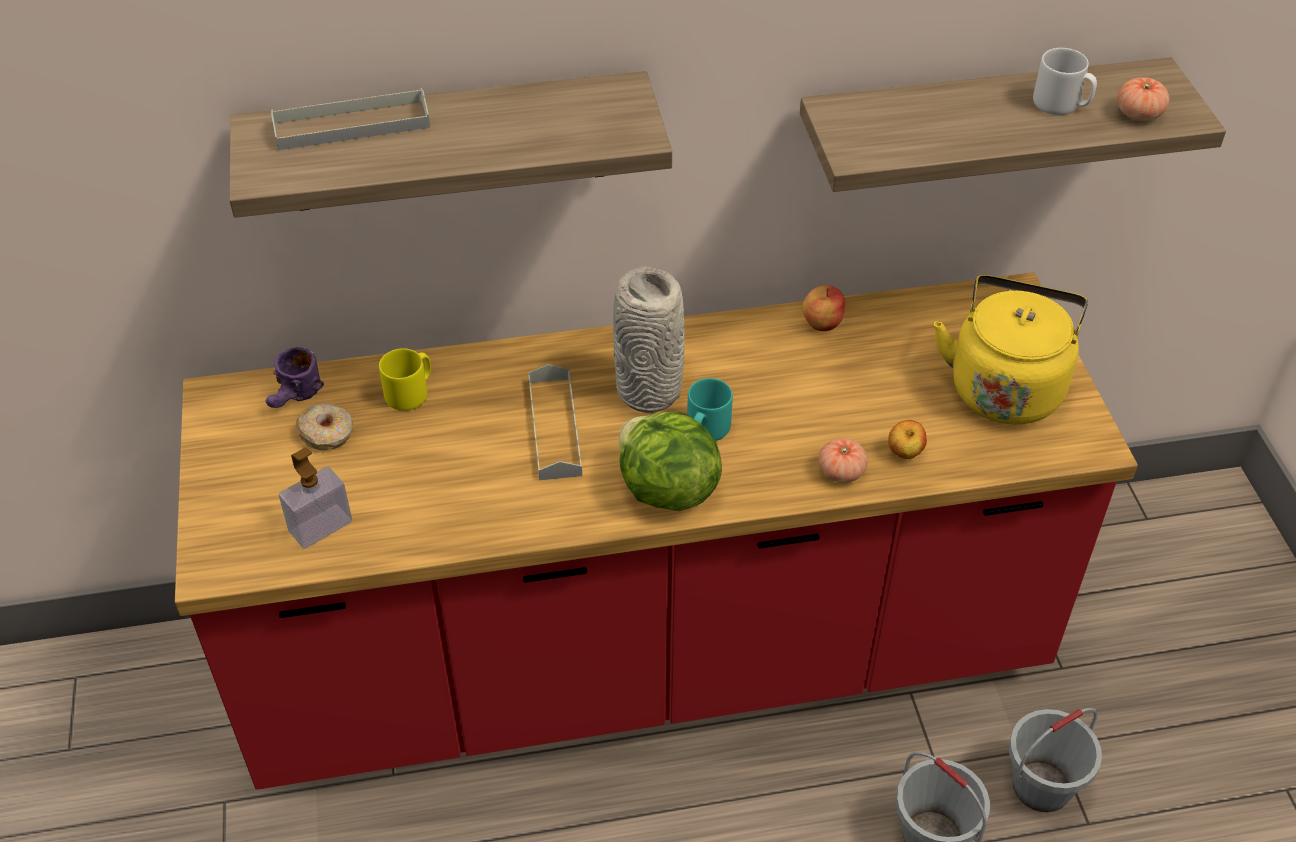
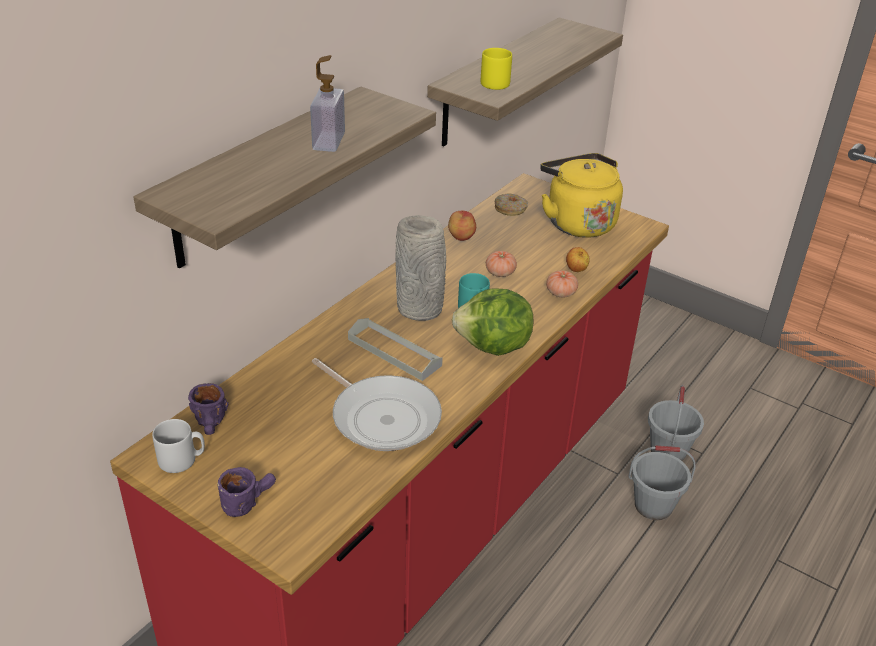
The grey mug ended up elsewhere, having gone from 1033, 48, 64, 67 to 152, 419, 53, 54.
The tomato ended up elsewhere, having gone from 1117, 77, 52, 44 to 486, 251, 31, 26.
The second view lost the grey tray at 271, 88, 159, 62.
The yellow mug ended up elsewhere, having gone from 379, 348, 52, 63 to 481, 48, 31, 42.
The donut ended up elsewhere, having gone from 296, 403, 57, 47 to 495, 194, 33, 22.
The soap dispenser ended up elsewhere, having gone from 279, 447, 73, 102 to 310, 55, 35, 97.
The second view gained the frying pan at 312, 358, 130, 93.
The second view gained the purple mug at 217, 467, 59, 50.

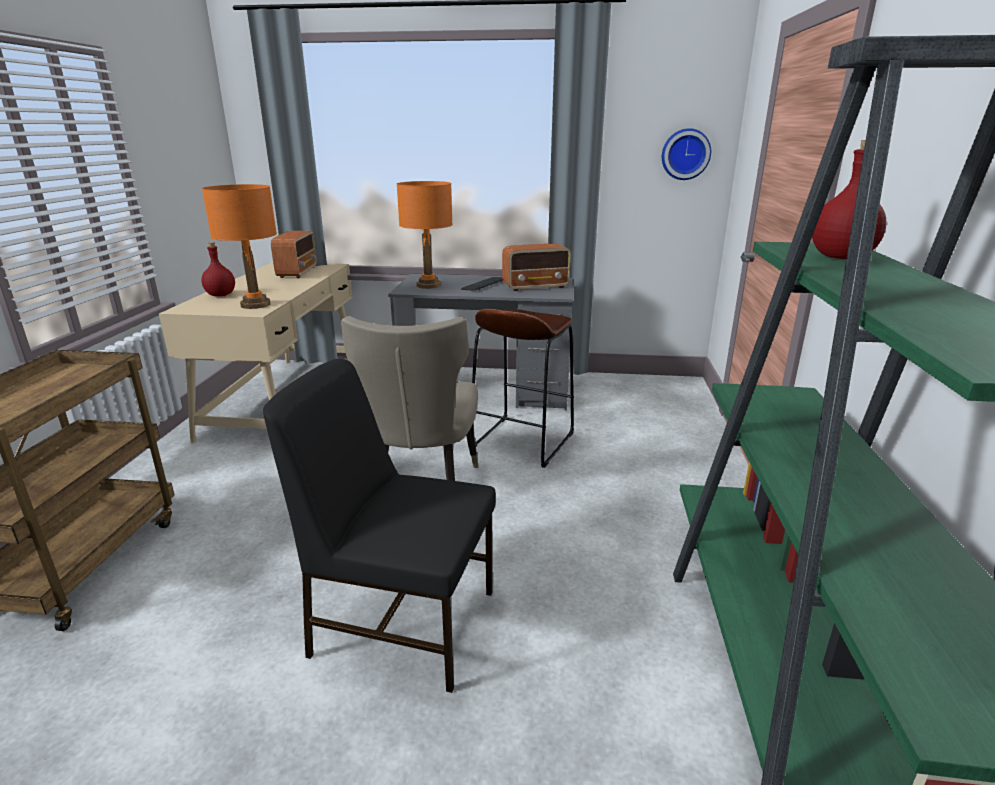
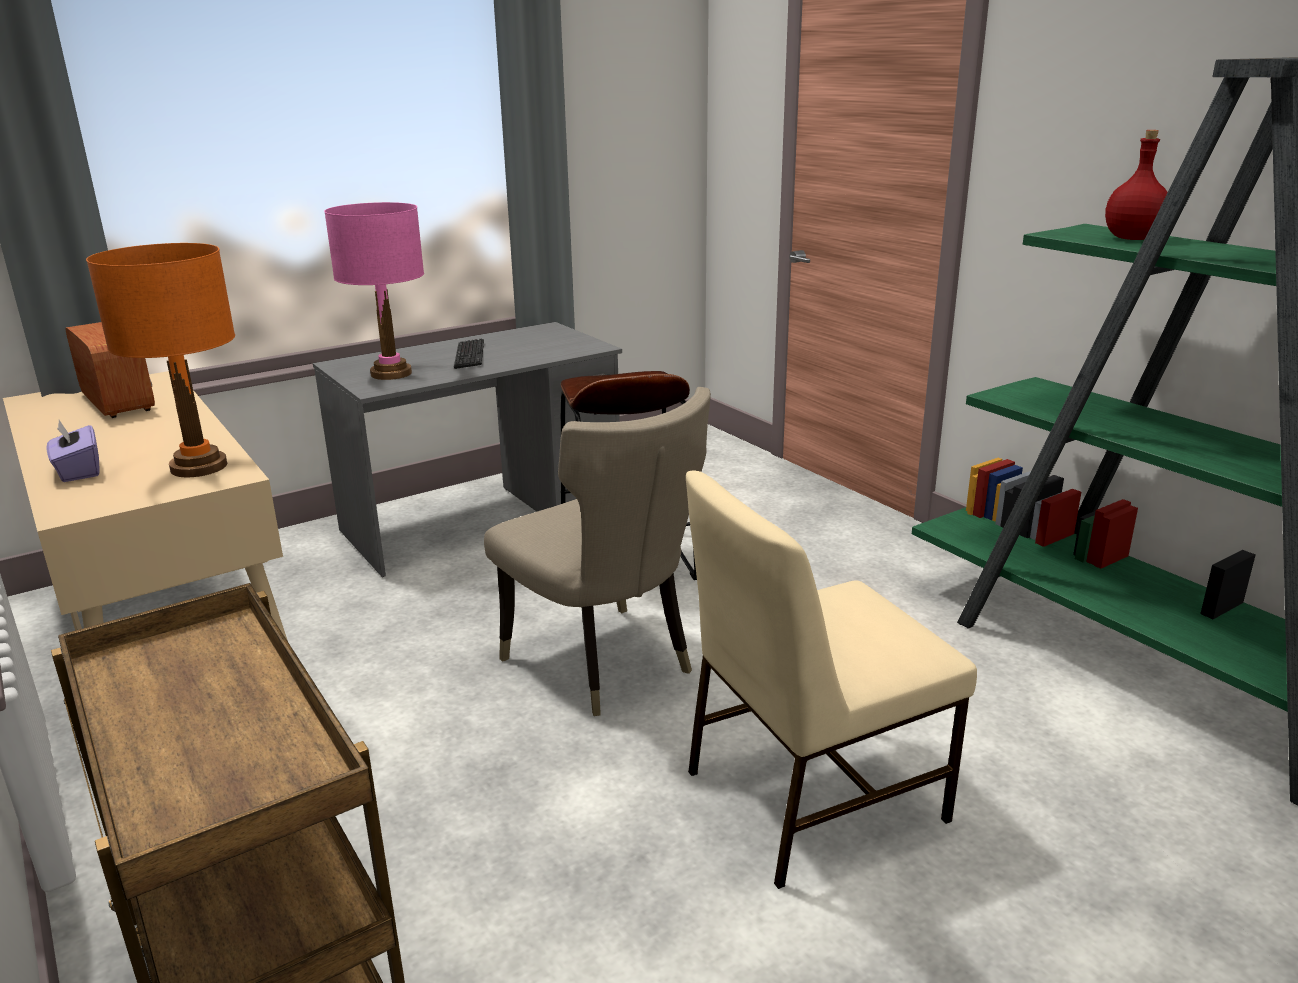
The second view lost the wall clock at 662, 128, 49, 52.
What was the orange table lamp at 397, 181, 56, 108 turned into the pink table lamp at 324, 202, 100, 178.
Where the red bottle stood at 201, 242, 34, 55, the purple tissue box came to stand at 47, 420, 53, 62.
The second view lost the radio at 502, 244, 69, 47.
What was the black chair at 263, 359, 233, 334 turned into the beige chair at 686, 470, 291, 419.

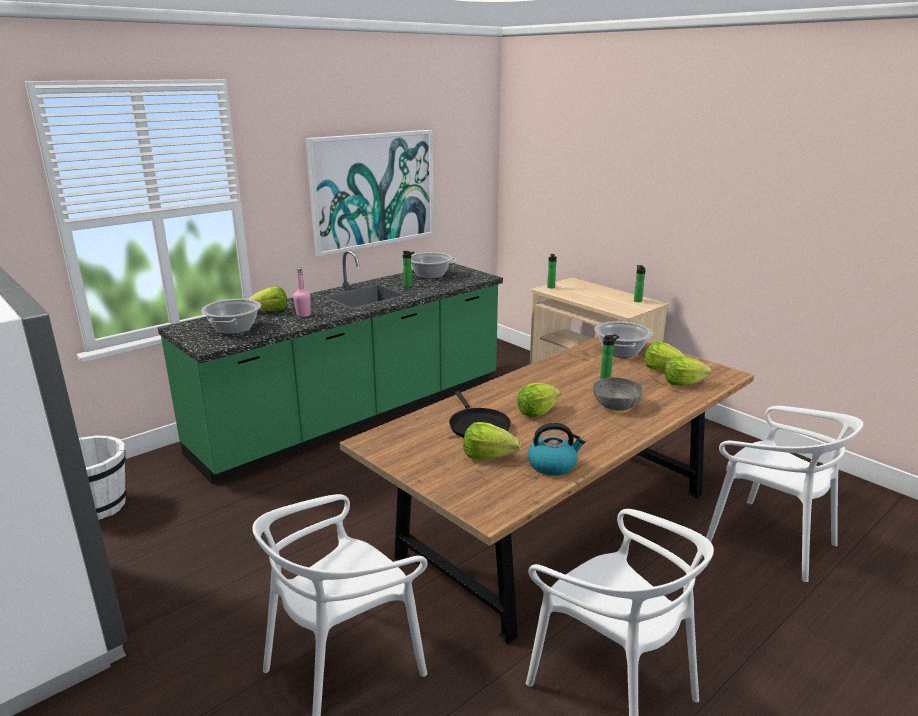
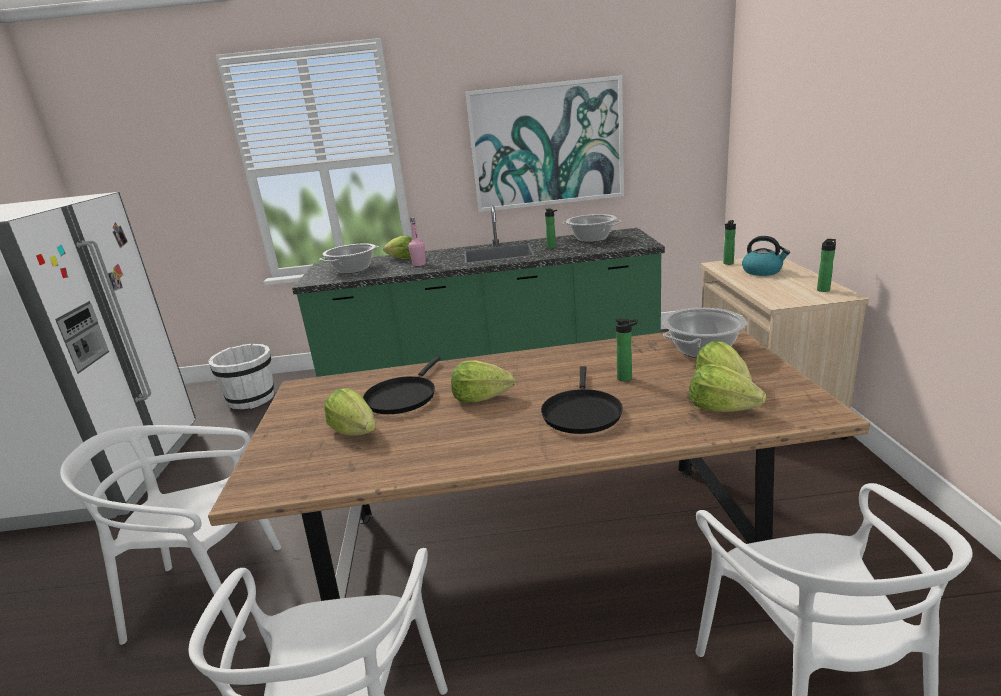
Where the grey bowl stood at 593, 377, 50, 34, the black frying pan came to stand at 541, 366, 82, 68.
The kettle ended up elsewhere, having gone from 528, 423, 58, 53 to 742, 236, 48, 40.

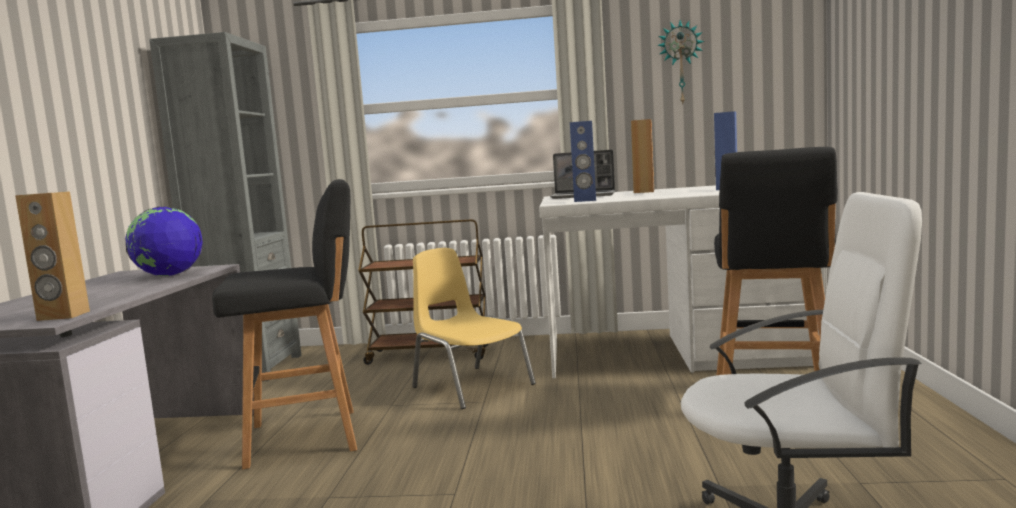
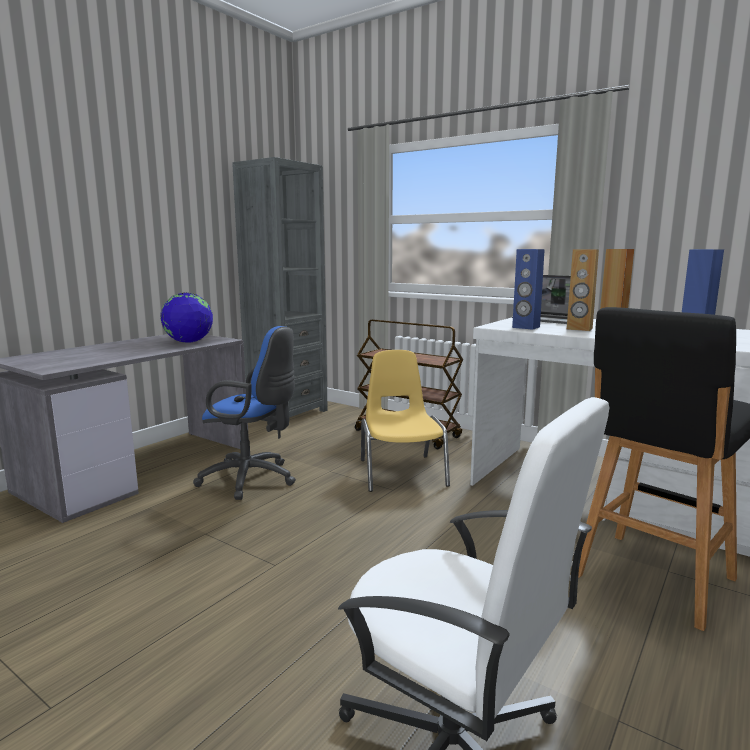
The second view lost the wall clock at 657, 20, 47, 84.
Where the black stool stood at 212, 179, 145, 290, the blue office chair came to stand at 193, 326, 103, 174.
The brown speaker ended up elsewhere, having gone from 15, 191, 75, 130 to 567, 249, 32, 82.

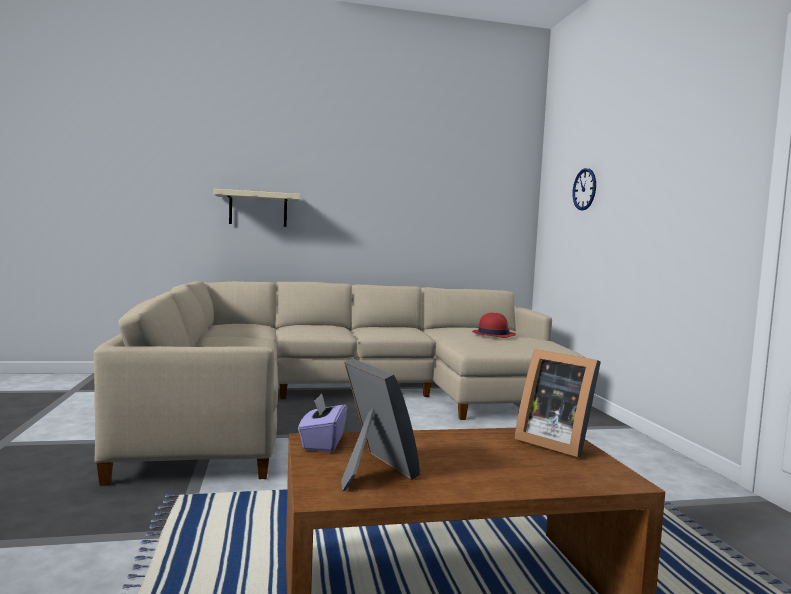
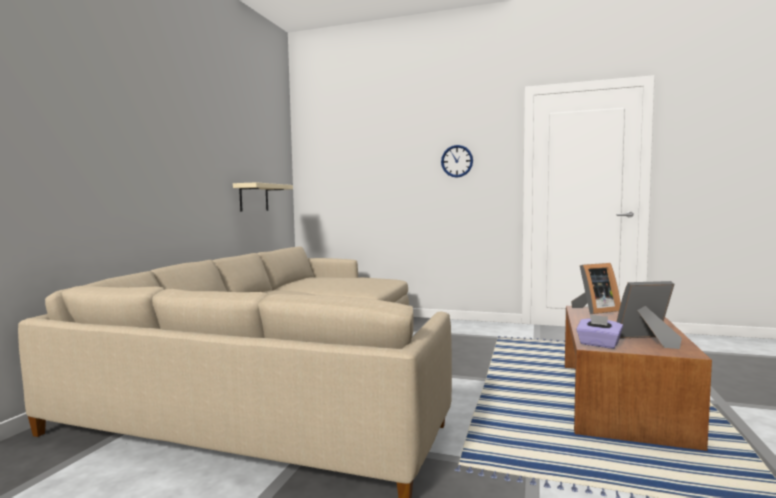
The wall clock ended up elsewhere, having gone from 573, 168, 23, 43 to 441, 145, 32, 32.
The beige shelf ended up elsewhere, having gone from 214, 189, 86, 38 to 233, 182, 60, 30.
The second view lost the red hat at 472, 312, 44, 26.

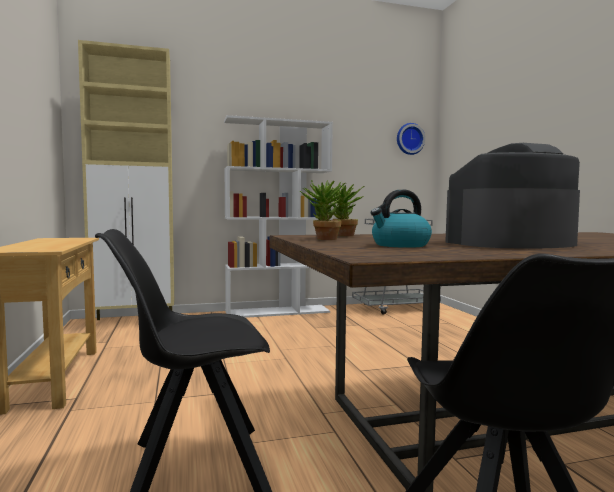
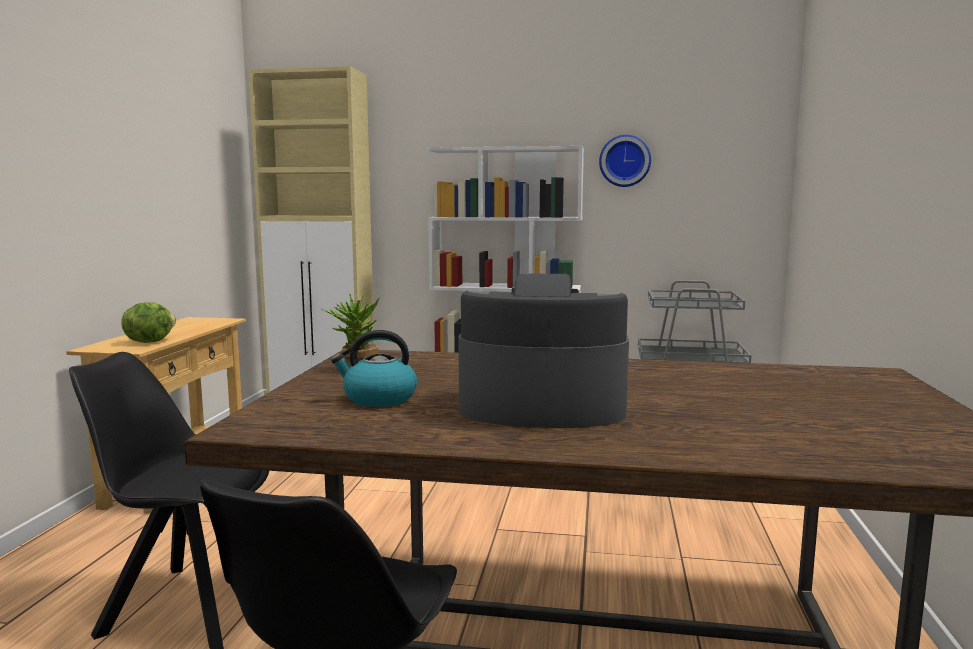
The wall clock ended up elsewhere, having gone from 397, 123, 28, 32 to 599, 135, 52, 52.
The second view lost the potted plant at 328, 183, 37, 53.
The second view gained the lettuce at 121, 302, 55, 41.

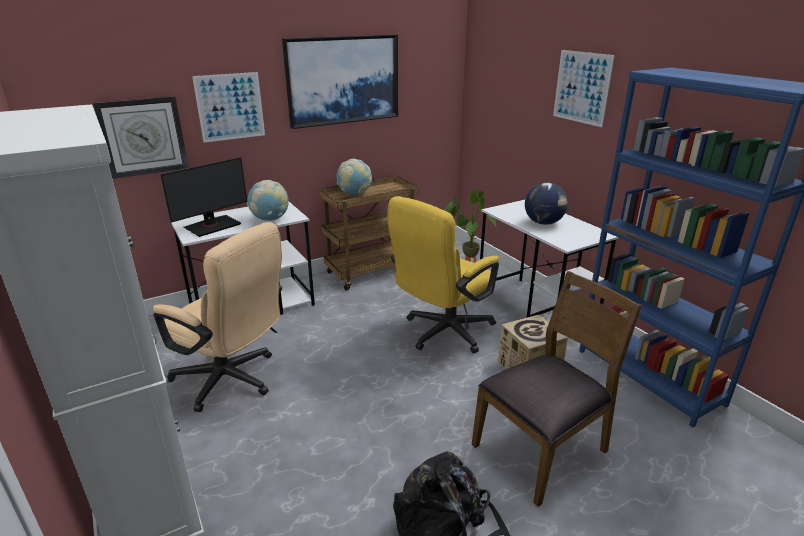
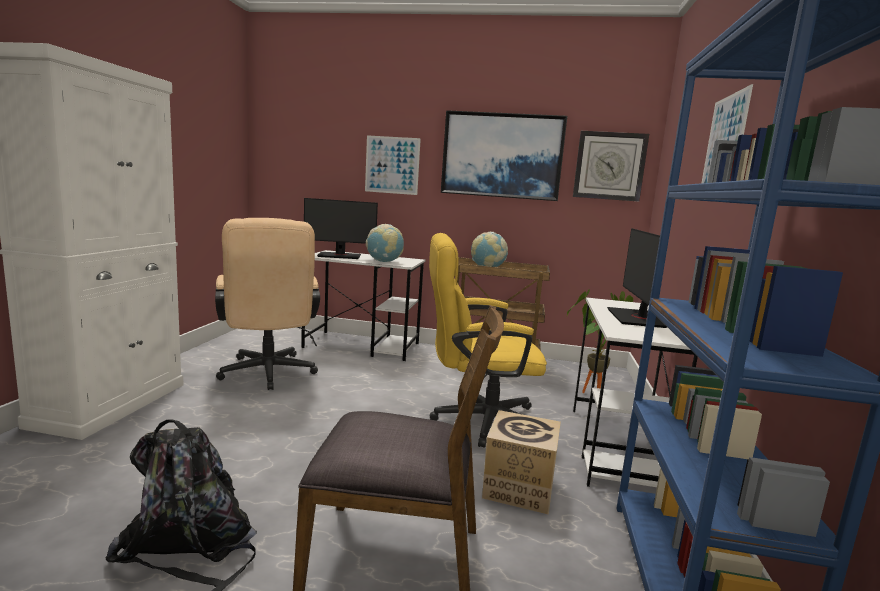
The wall clock ended up elsewhere, having gone from 93, 96, 96, 83 to 573, 131, 76, 70.
Where the globe stood at 525, 183, 43, 42, the monitor came to stand at 607, 228, 60, 100.

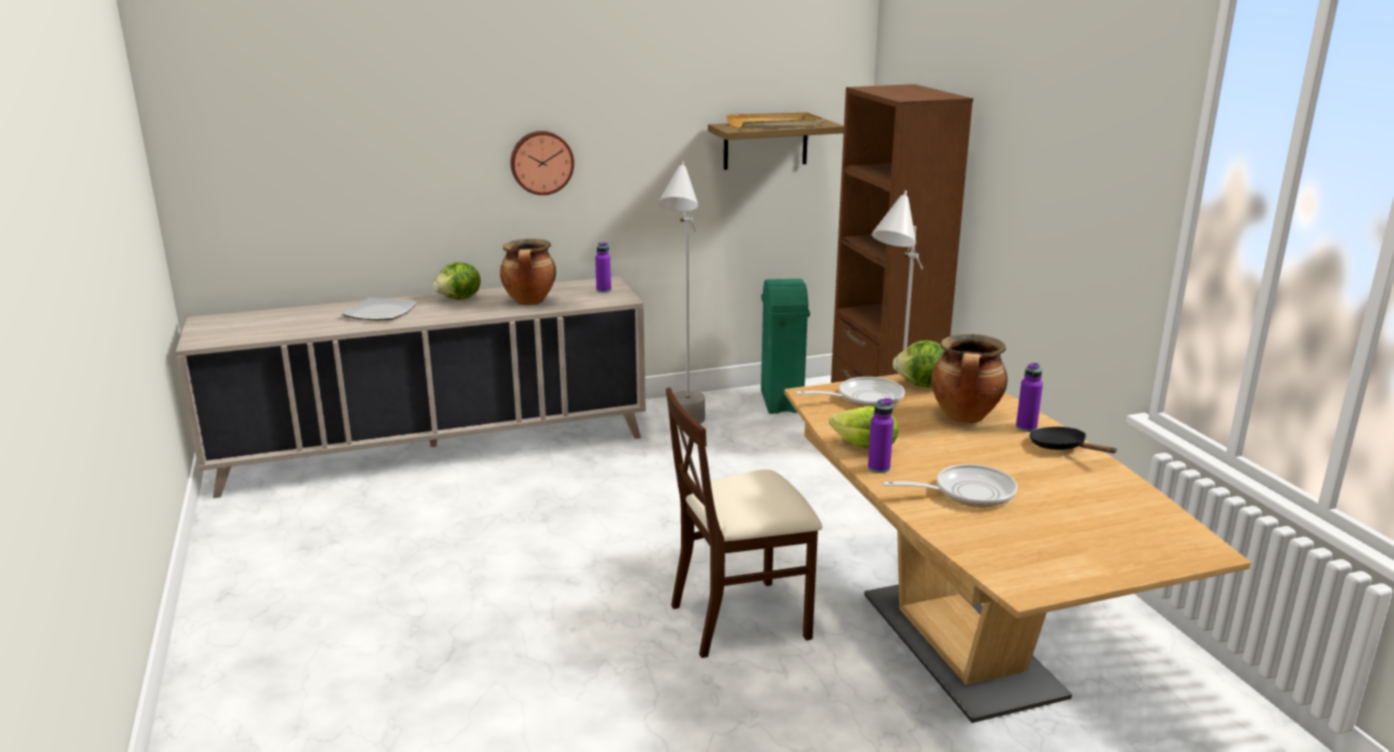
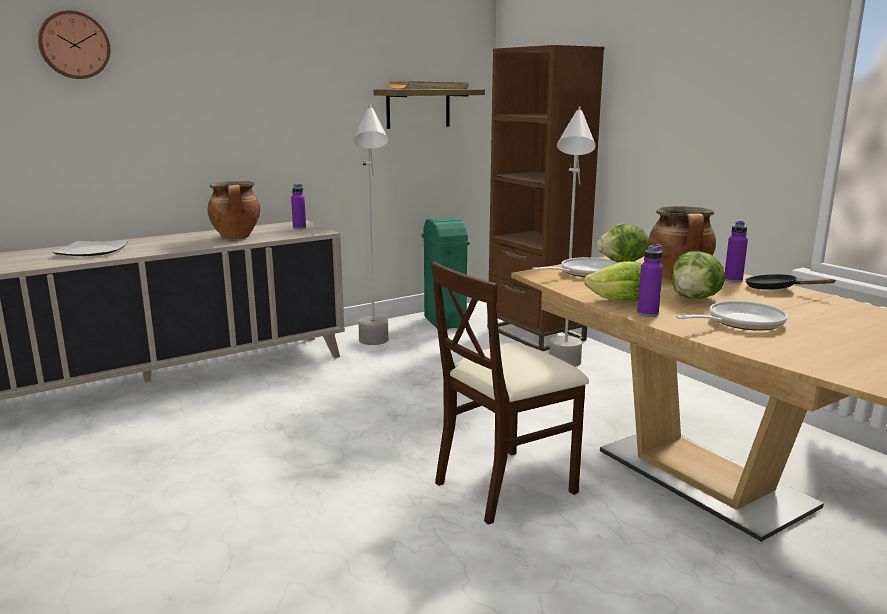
The wall clock ended up elsewhere, having gone from 510, 131, 64, 64 to 38, 10, 72, 69.
The lettuce ended up elsewhere, having gone from 433, 262, 48, 37 to 672, 251, 53, 48.

